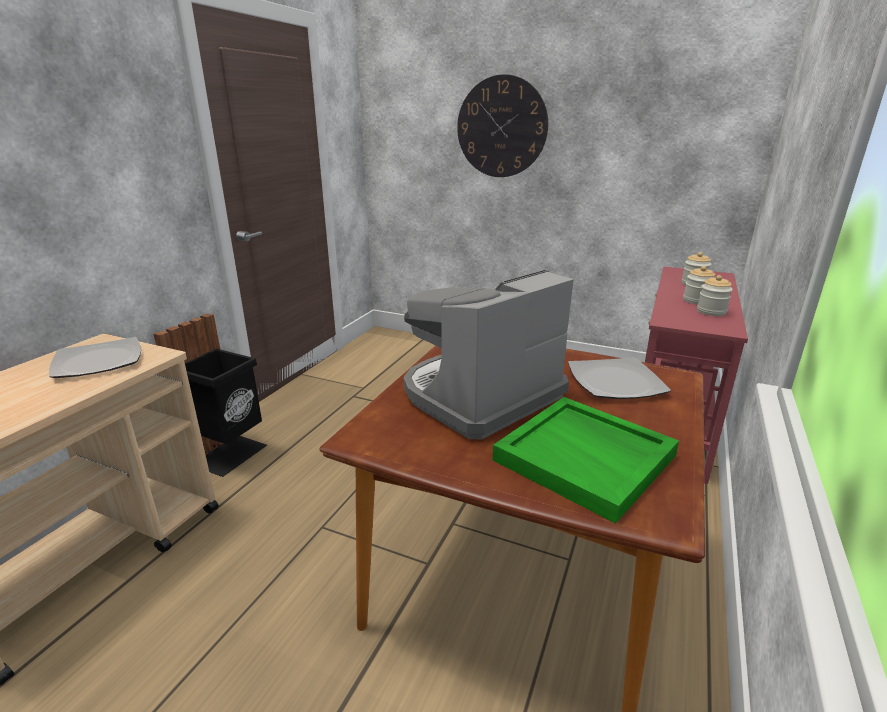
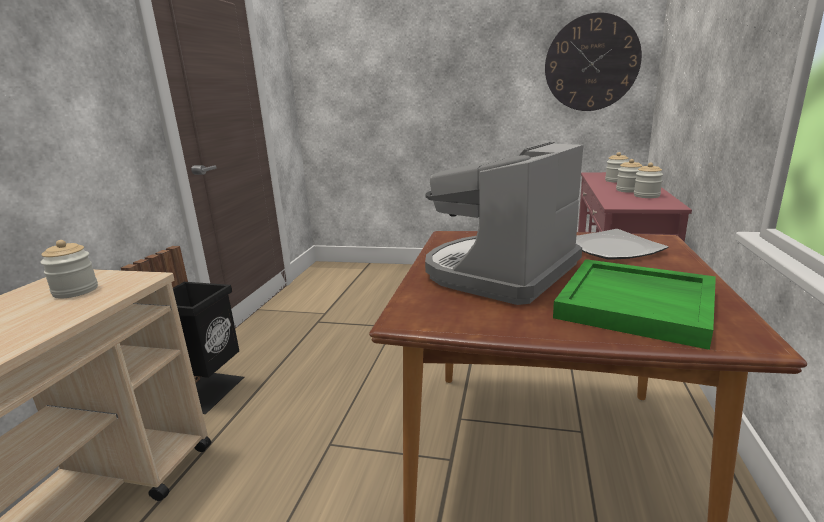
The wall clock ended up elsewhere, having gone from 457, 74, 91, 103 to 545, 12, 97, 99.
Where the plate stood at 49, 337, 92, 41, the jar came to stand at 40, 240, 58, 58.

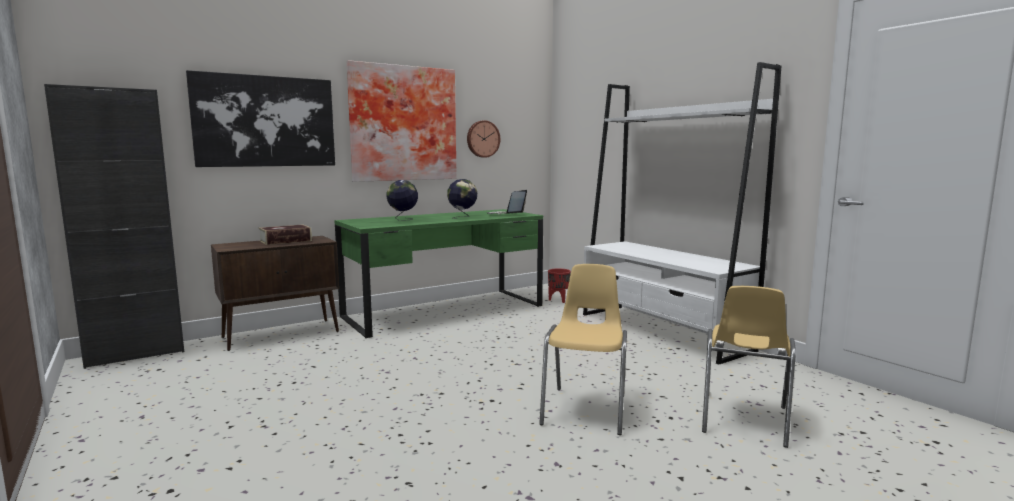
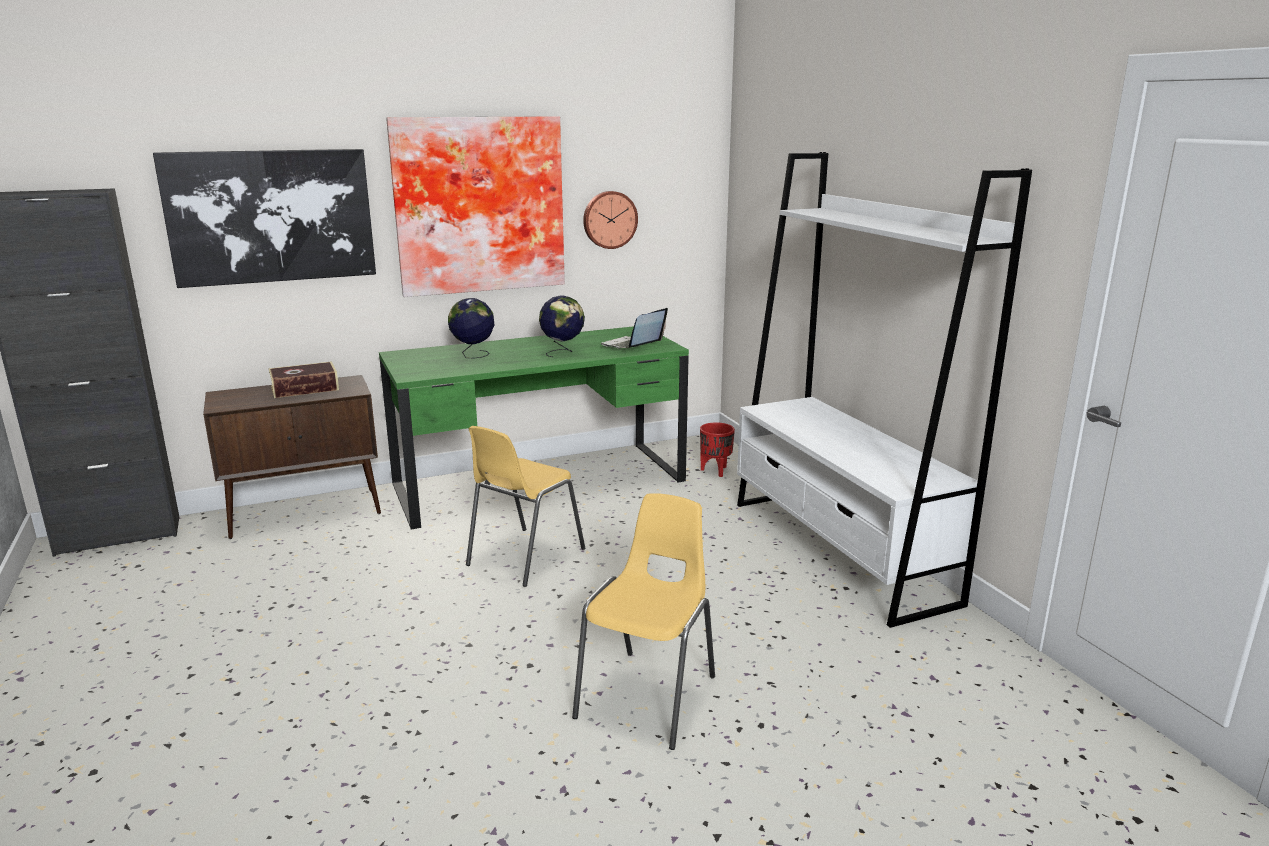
The yellow chair ended up elsewhere, having gone from 702, 286, 94, 162 to 466, 426, 119, 161.

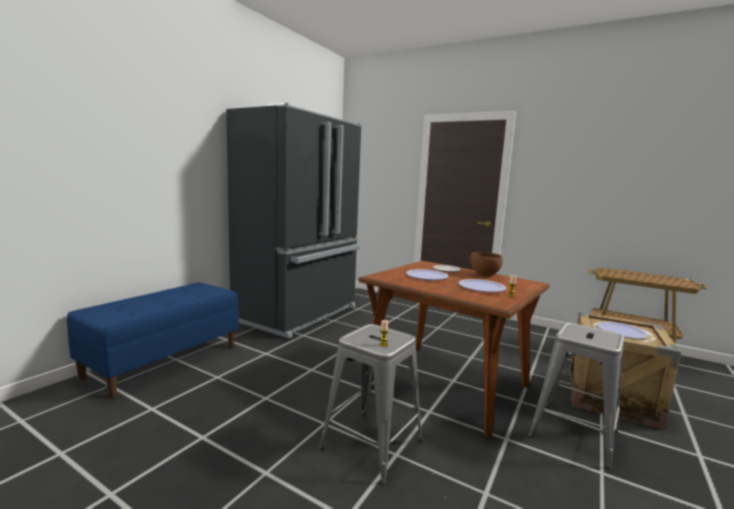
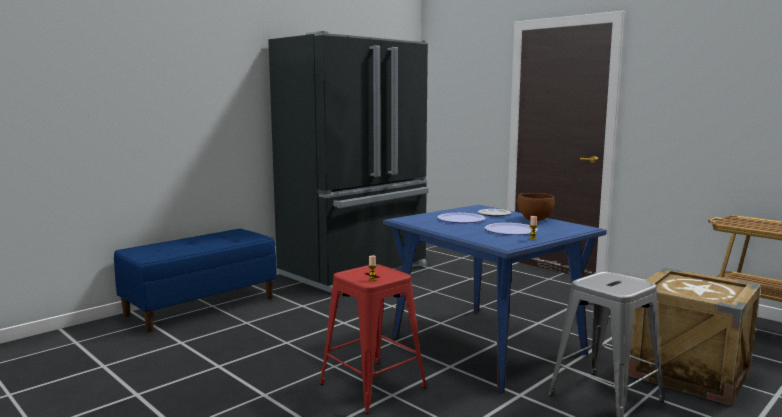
What was the brown dining table at 359, 261, 191, 177 turned into the blue dining table at 383, 205, 223, 188.
The second view lost the plate at 597, 322, 52, 17.
What was the grey stool at 319, 324, 104, 161 turned into the red stool at 320, 264, 107, 149.

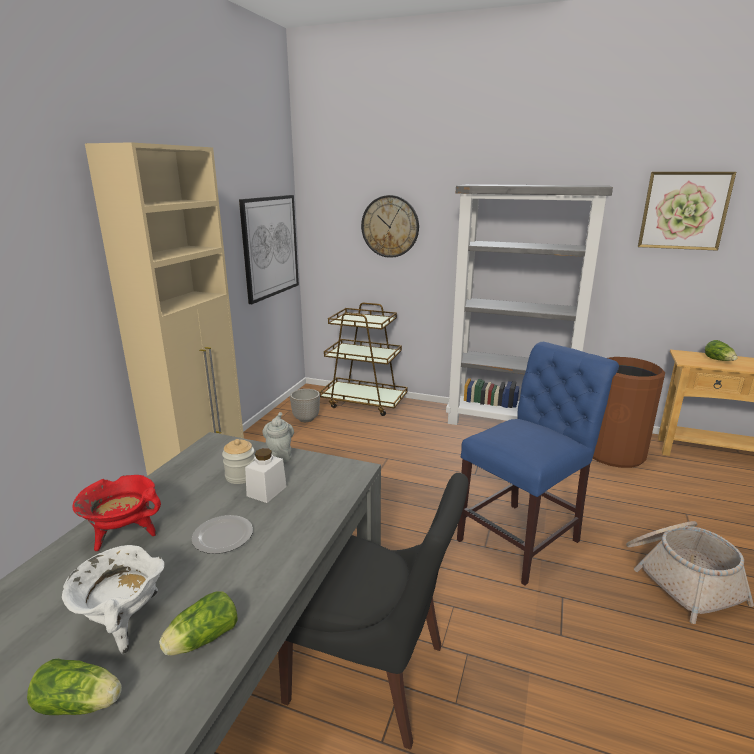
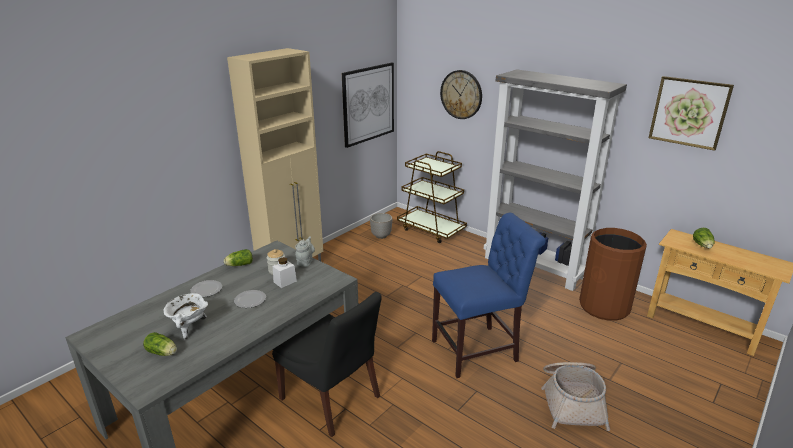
Where the red cooking pot stood at 72, 475, 89, 76, the plate came to stand at 190, 280, 32, 17.
The lettuce ended up elsewhere, having gone from 159, 591, 79, 65 to 224, 249, 29, 17.

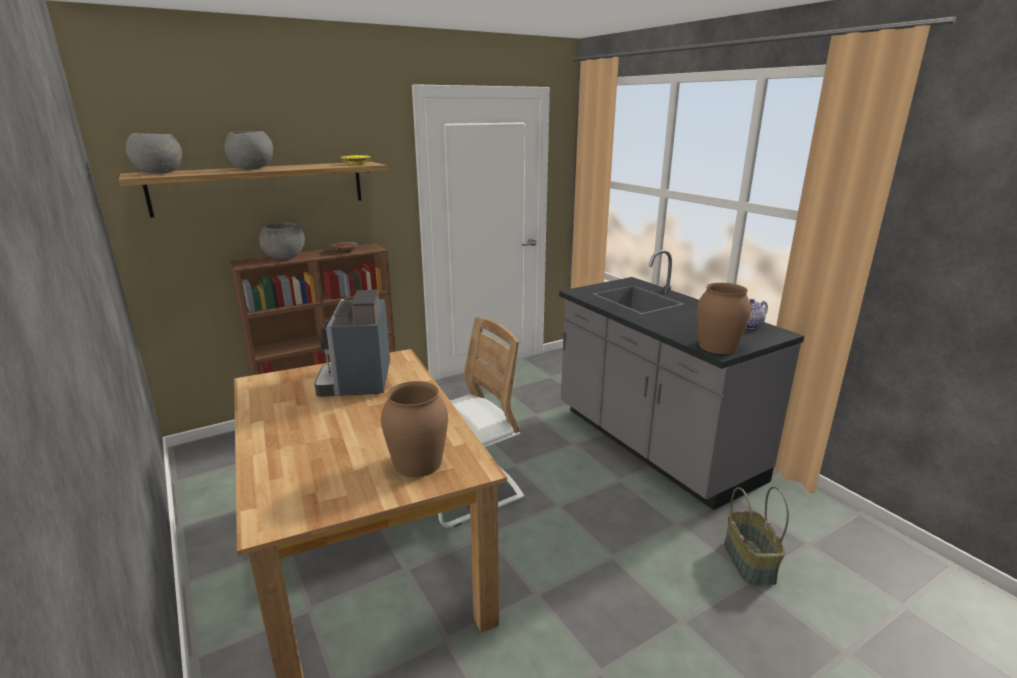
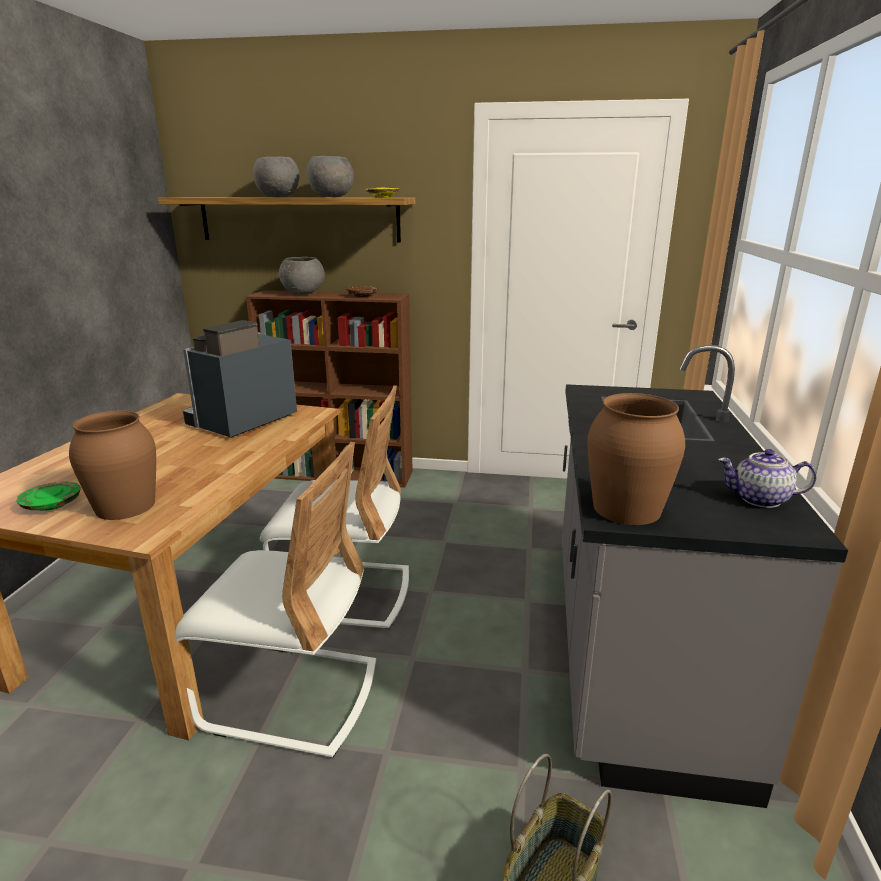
The grey bowl ended up elsewhere, having gone from 126, 133, 56, 41 to 306, 156, 48, 41.
The second view gained the white chair at 175, 442, 201, 316.
The second view gained the green plate at 16, 481, 65, 30.

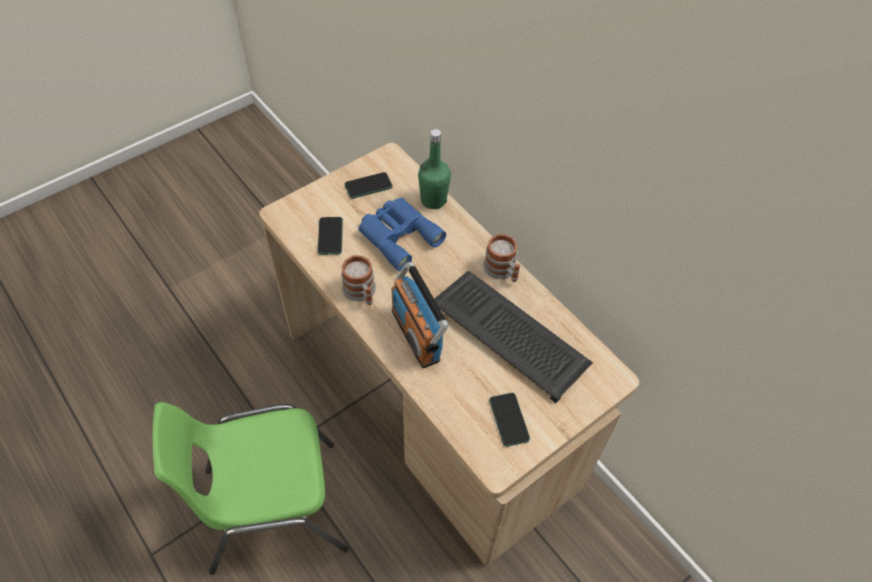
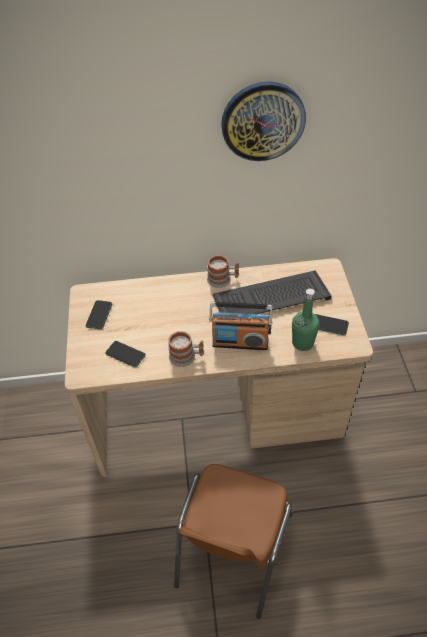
The green bottle ended up elsewhere, having gone from 418, 129, 33, 80 to 292, 289, 28, 62.
The second view lost the blue binoculars at 359, 198, 87, 73.
What was the green chair at 153, 402, 196, 173 turned into the brown chair at 174, 464, 118, 155.
The second view gained the wall clock at 221, 81, 85, 80.

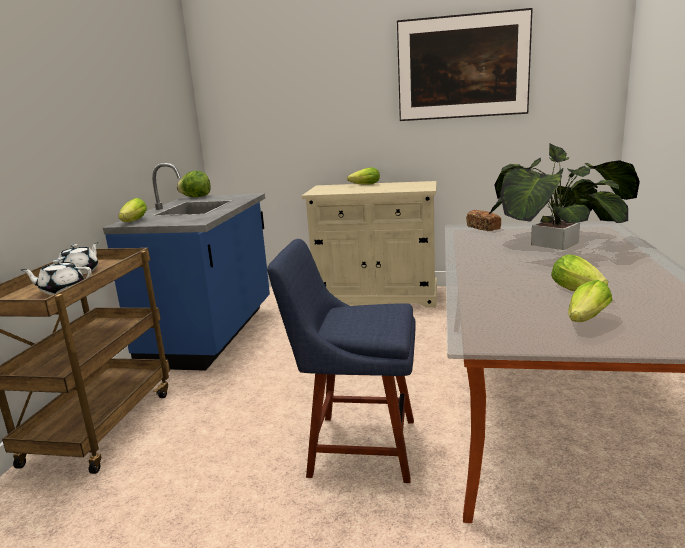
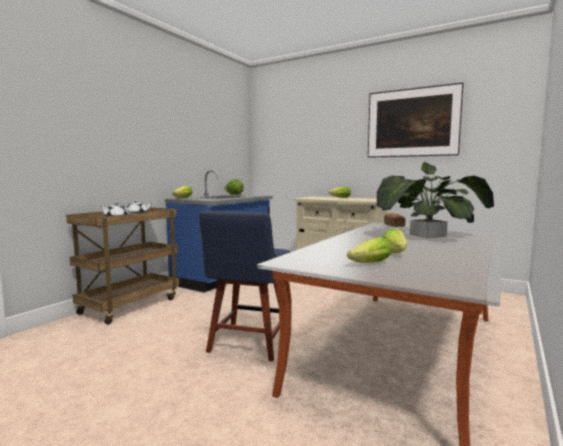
The blue chair at 267, 239, 149, 244 ended up facing another way, 105 degrees counterclockwise from before.

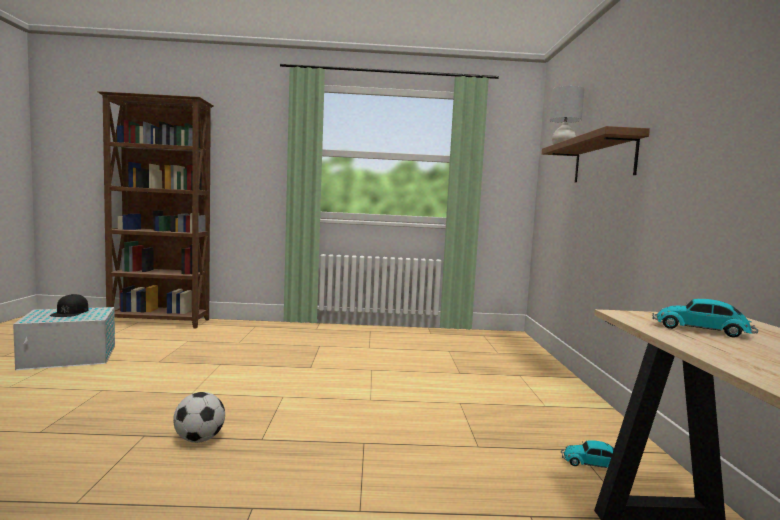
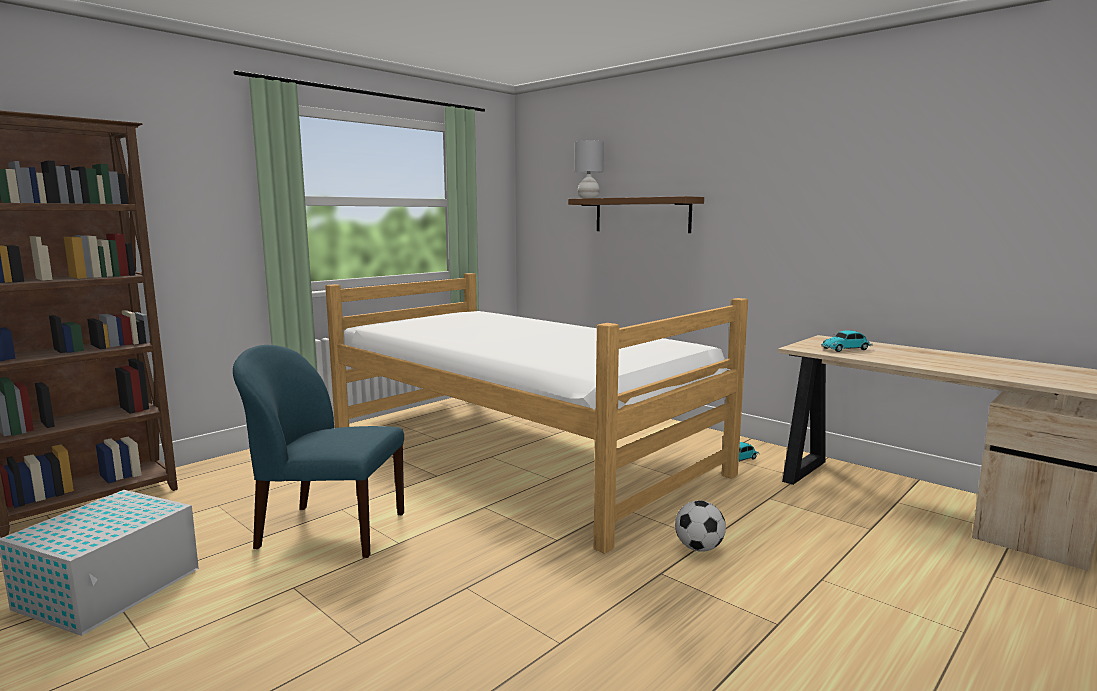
The second view lost the black cap at 50, 294, 39, 23.
The football ended up elsewhere, having gone from 173, 392, 52, 51 to 675, 500, 51, 52.
The second view gained the bed at 325, 273, 423, 281.
The second view gained the blue chair at 233, 345, 171, 213.

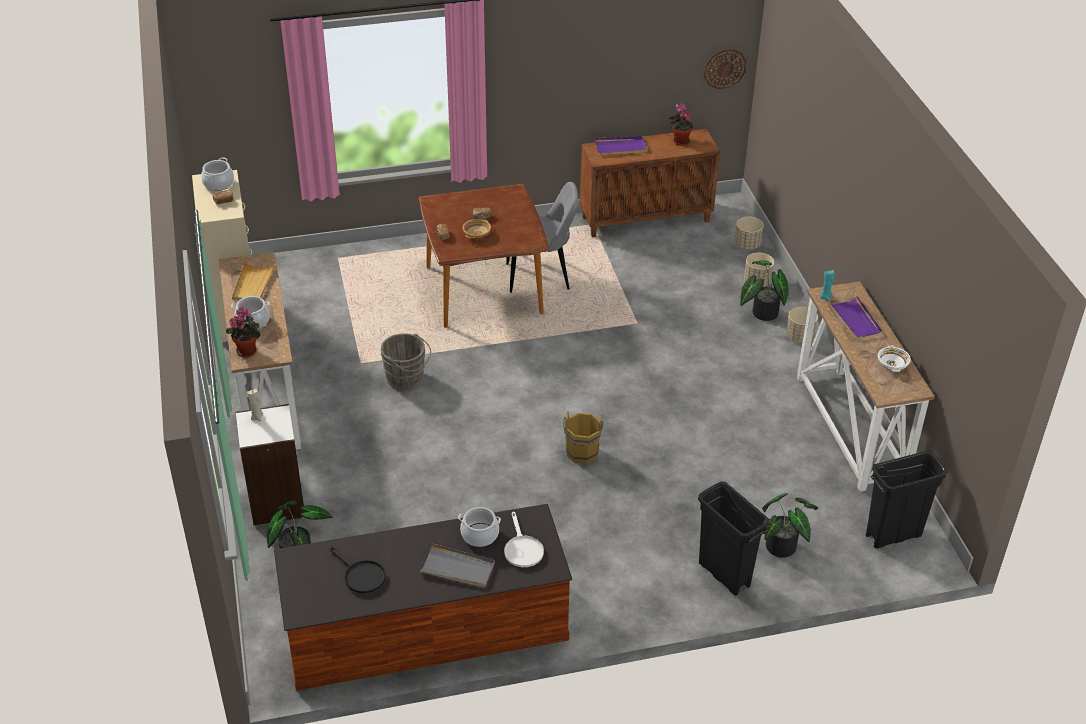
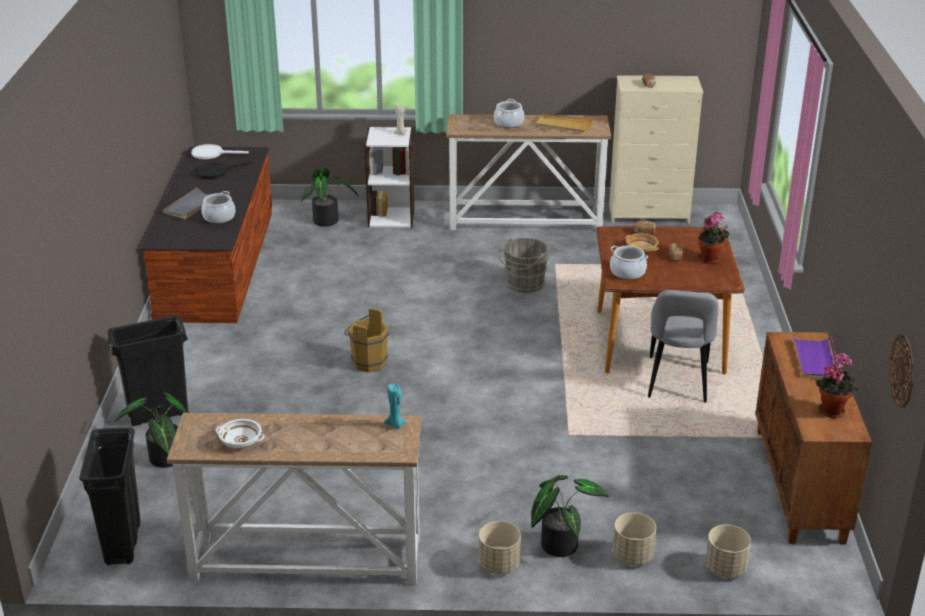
The cooking pot ended up elsewhere, having gone from 201, 157, 33, 34 to 610, 246, 38, 34.
The second view lost the purple tray at 829, 296, 54, 44.
The potted plant ended up elsewhere, having gone from 226, 307, 34, 50 to 698, 212, 31, 52.
The white frying pan ended up elsewhere, having gone from 504, 511, 40, 56 to 191, 144, 58, 15.

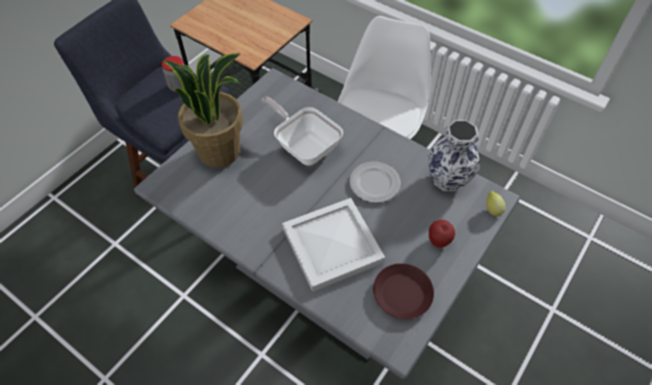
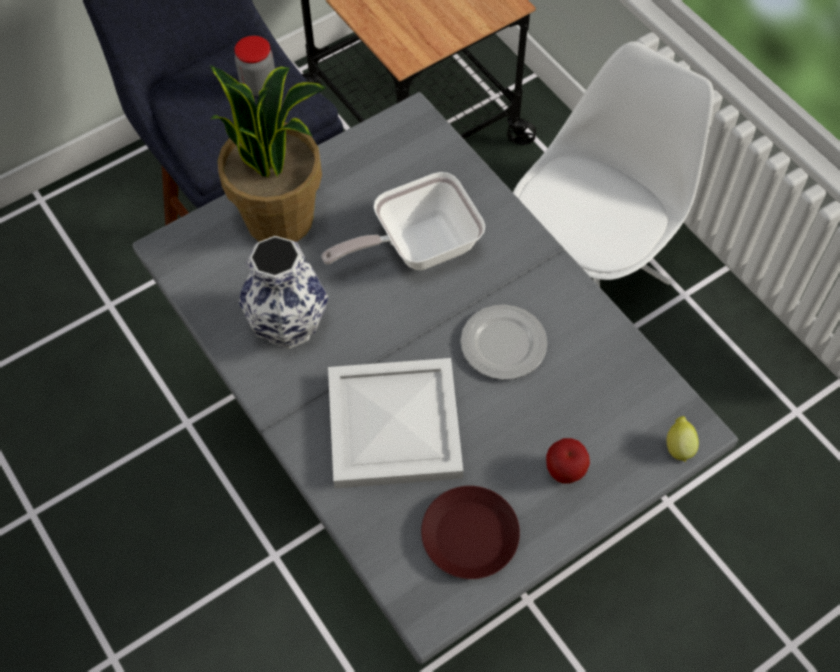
The frying pan at 261, 97, 82, 69 ended up facing another way, 90 degrees counterclockwise from before.
The vase ended up elsewhere, having gone from 428, 120, 52, 71 to 239, 236, 89, 113.

